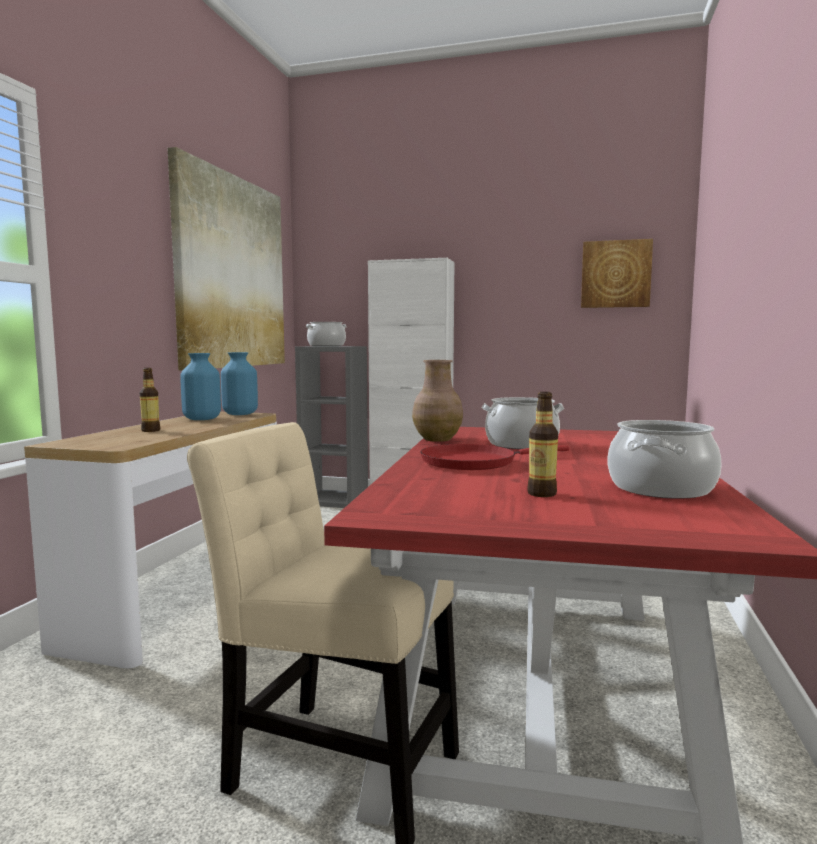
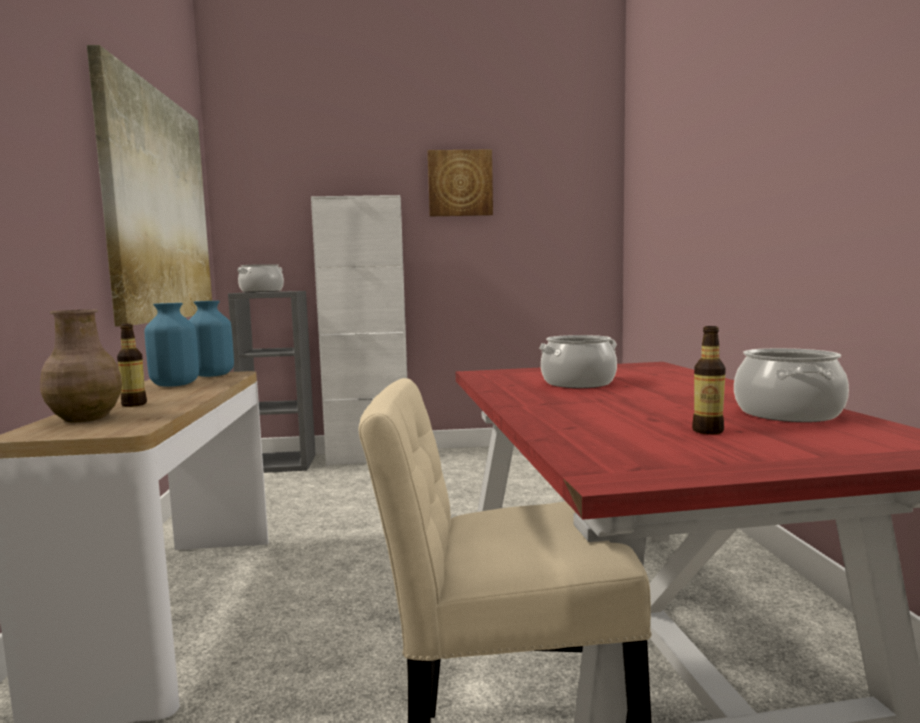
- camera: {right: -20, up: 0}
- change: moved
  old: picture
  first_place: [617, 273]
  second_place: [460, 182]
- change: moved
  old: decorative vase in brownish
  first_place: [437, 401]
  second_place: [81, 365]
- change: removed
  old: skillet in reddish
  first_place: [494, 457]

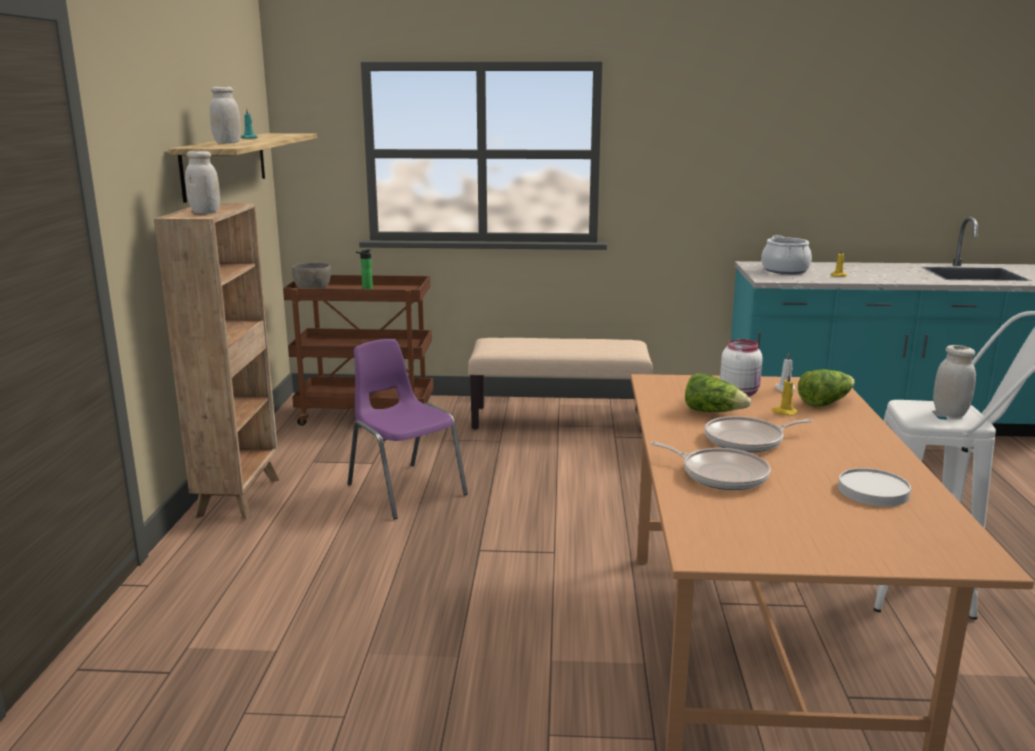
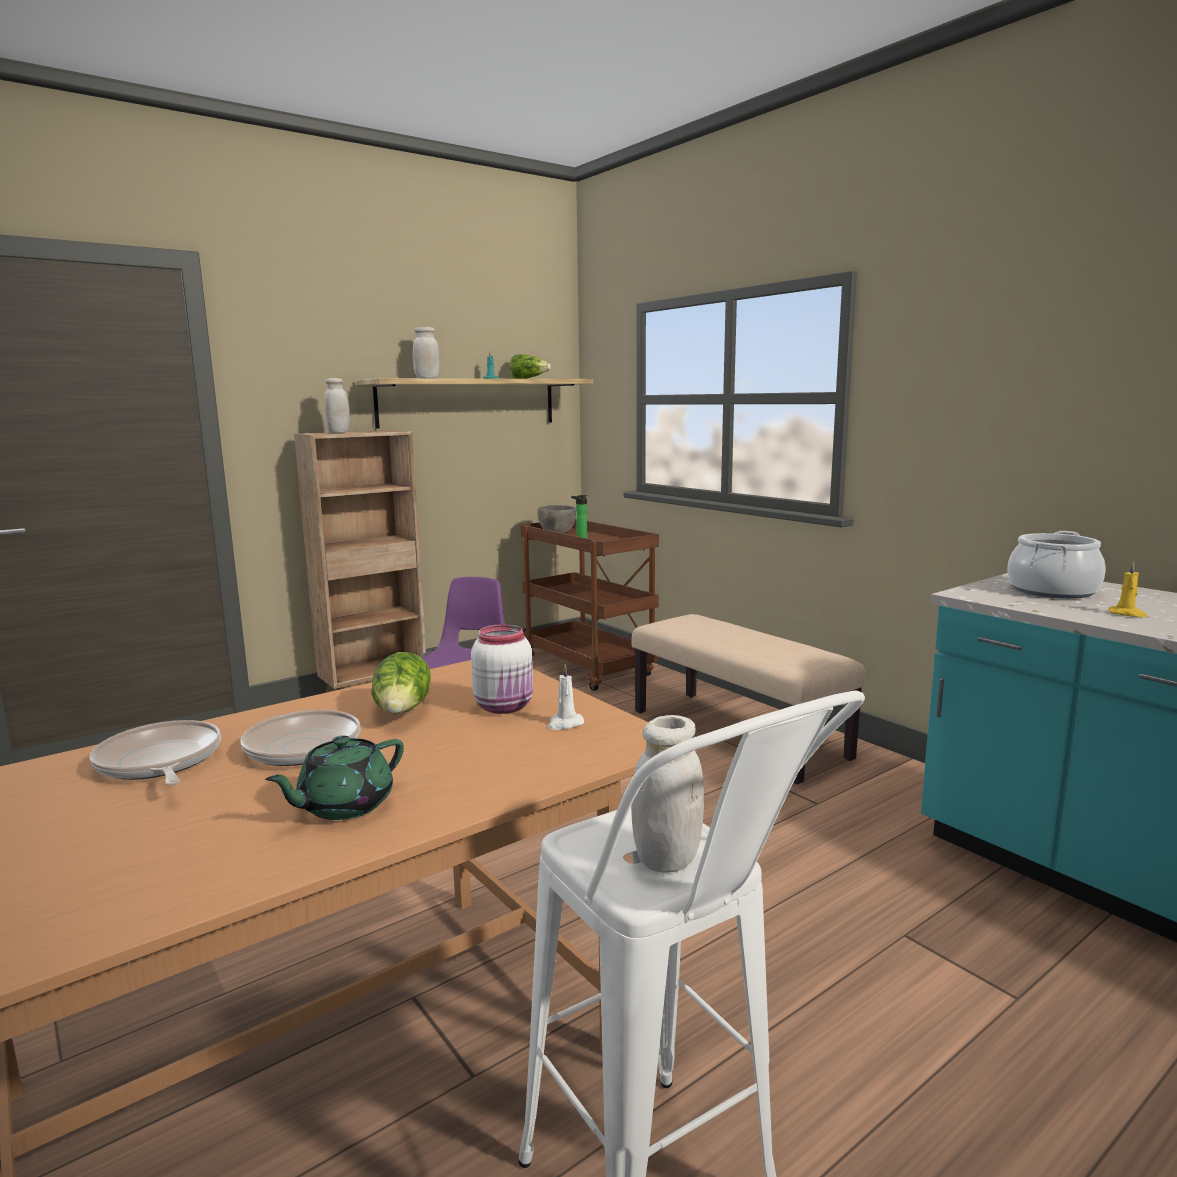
- camera: {right: 50, up: -5}
- change: moved
  old: lettuce
  first_place: [826, 388]
  second_place: [530, 366]
- change: removed
  old: candle in yellow-coloured
  first_place: [785, 394]
- change: turned
  old: skillet
  first_place: [710, 465]
  second_place: [155, 753]
  degrees: 150
- change: removed
  old: dinner plate in white
  first_place: [874, 487]
- change: added
  new: tea pot in greenish
  second_place: [334, 777]

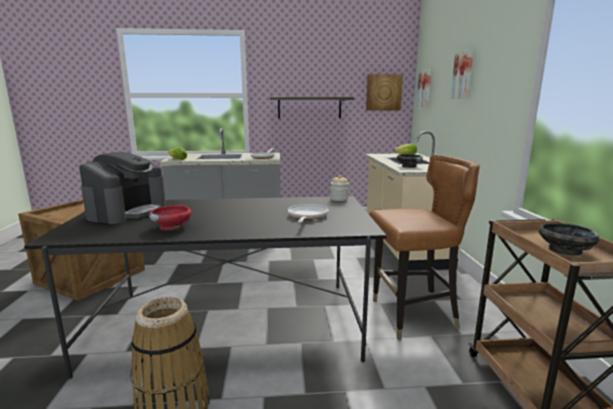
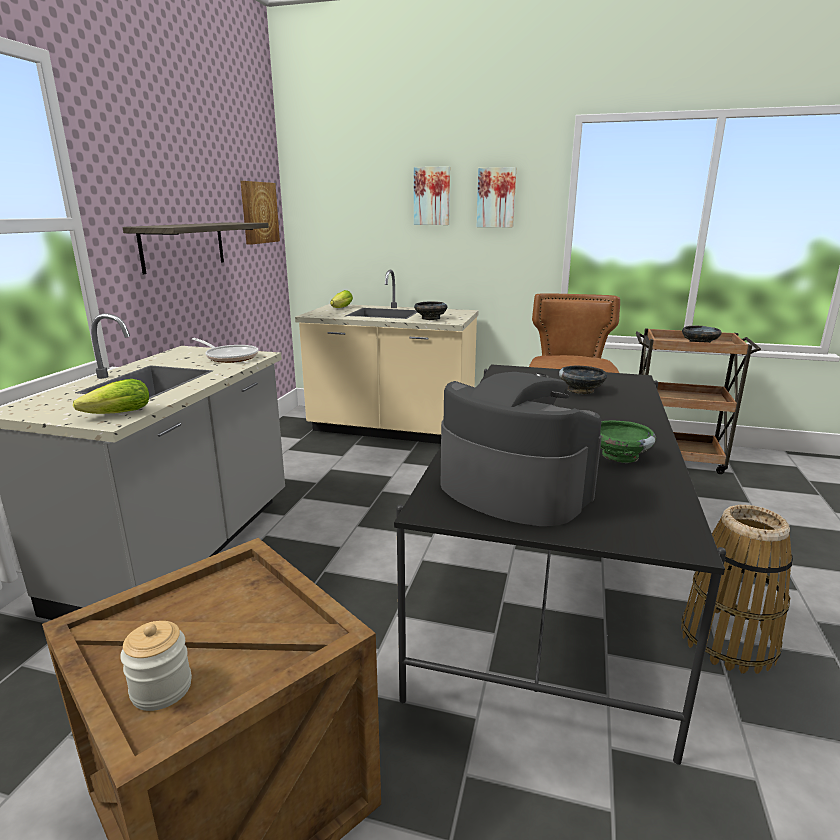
- camera: {right: -70, up: 5}
- change: moved
  old: picture
  first_place: [423, 88]
  second_place: [496, 197]
- change: moved
  old: preserve jar
  first_place: [339, 188]
  second_place: [156, 666]
- change: replaced
  old: skillet
  new: serving bowl in black
  first_place: [308, 213]
  second_place: [583, 379]
- change: recoloured
  old: serving bowl in reddish
  new: serving bowl in greenish
  first_place: [169, 218]
  second_place: [628, 442]

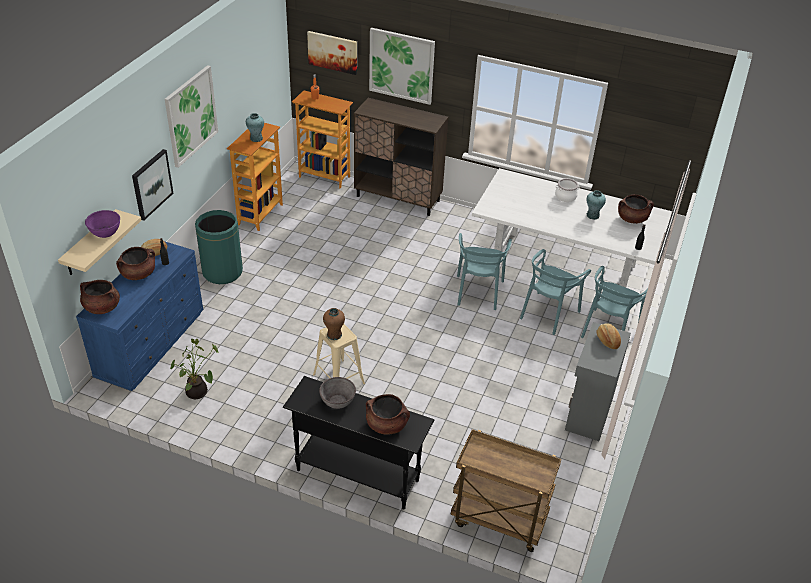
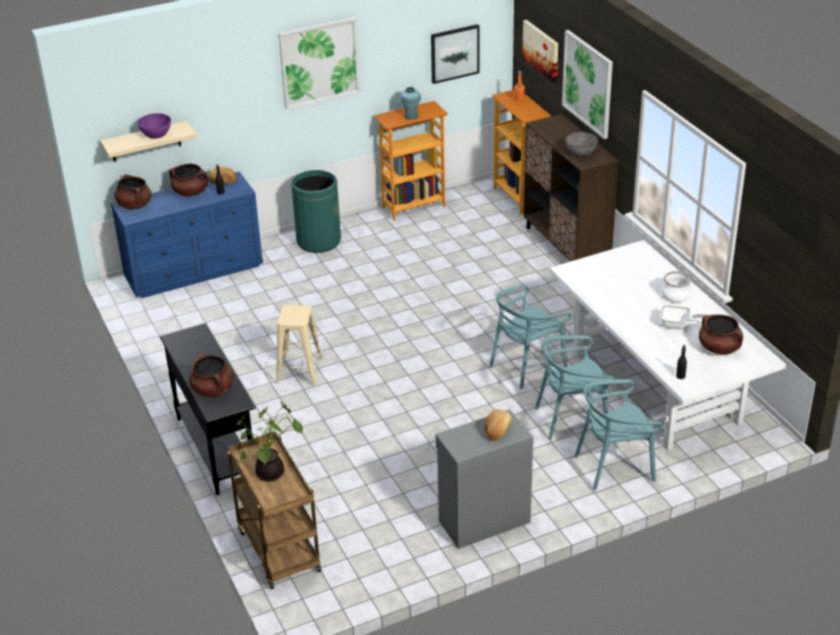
- camera: {right: 45, up: -5}
- change: moved
  old: picture
  first_place: [152, 185]
  second_place: [455, 54]
- change: replaced
  old: decorative vase in turquoise-coloured
  new: skillet
  first_place: [596, 205]
  second_place: [683, 316]
- change: removed
  old: decorative vase in brownish
  first_place: [334, 324]
- change: moved
  old: potted plant
  first_place: [194, 369]
  second_place: [269, 442]
- change: moved
  old: serving bowl in greyish
  first_place: [337, 393]
  second_place: [581, 144]

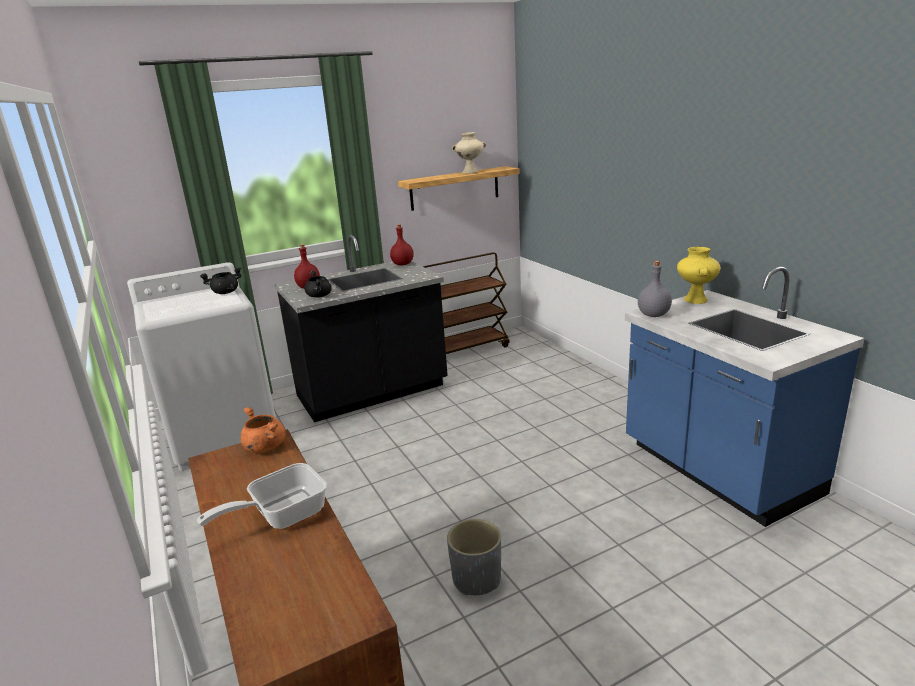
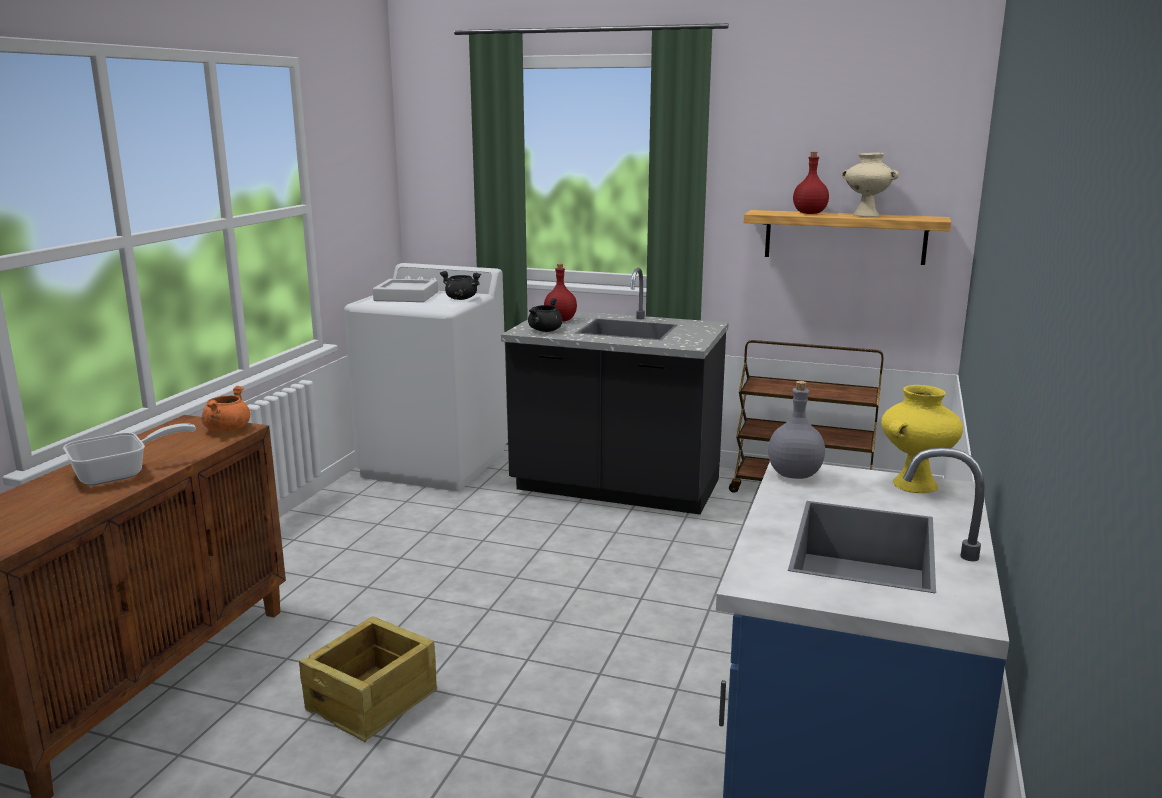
- camera: {right: 45, up: -5}
- change: moved
  old: beverage bottle in reddish
  first_place: [402, 244]
  second_place: [811, 183]
- change: turned
  old: skillet
  first_place: [262, 496]
  second_place: [129, 454]
  degrees: 135
- change: replaced
  old: planter in greyish
  new: packing crate
  first_place: [474, 557]
  second_place: [368, 679]
- change: added
  new: tray in greyish
  second_place: [405, 290]

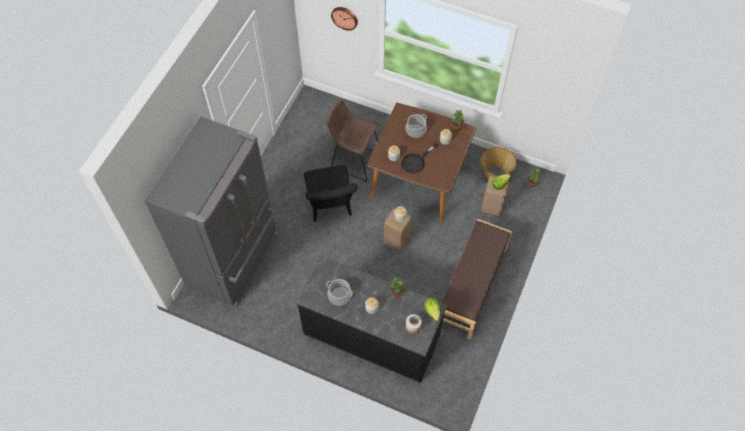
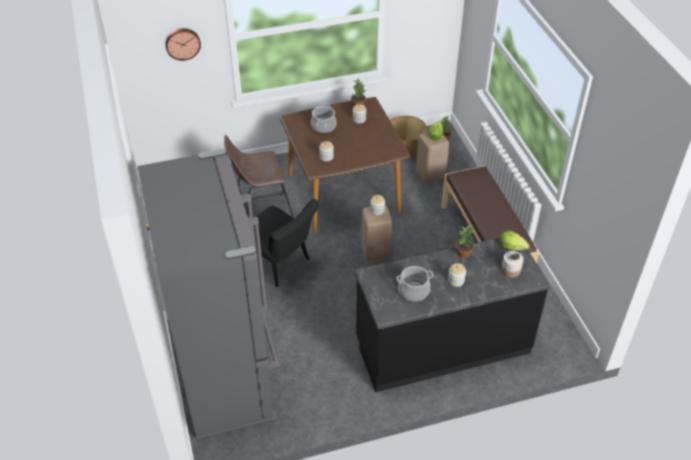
- camera: {right: -40, up: -15}
- change: removed
  old: skillet in black
  first_place: [420, 158]

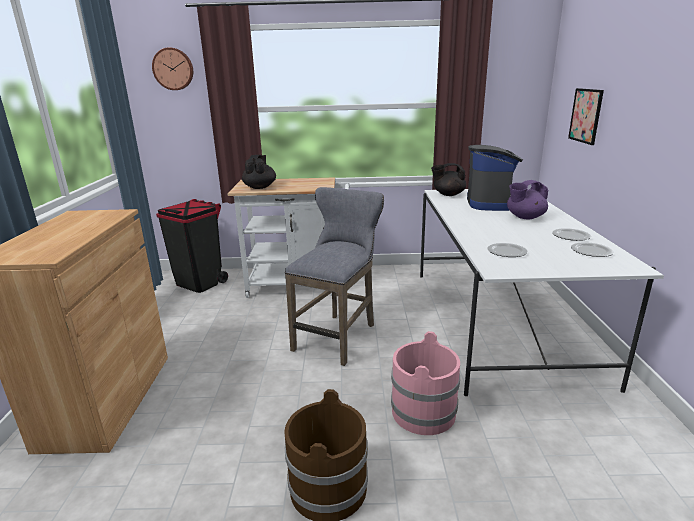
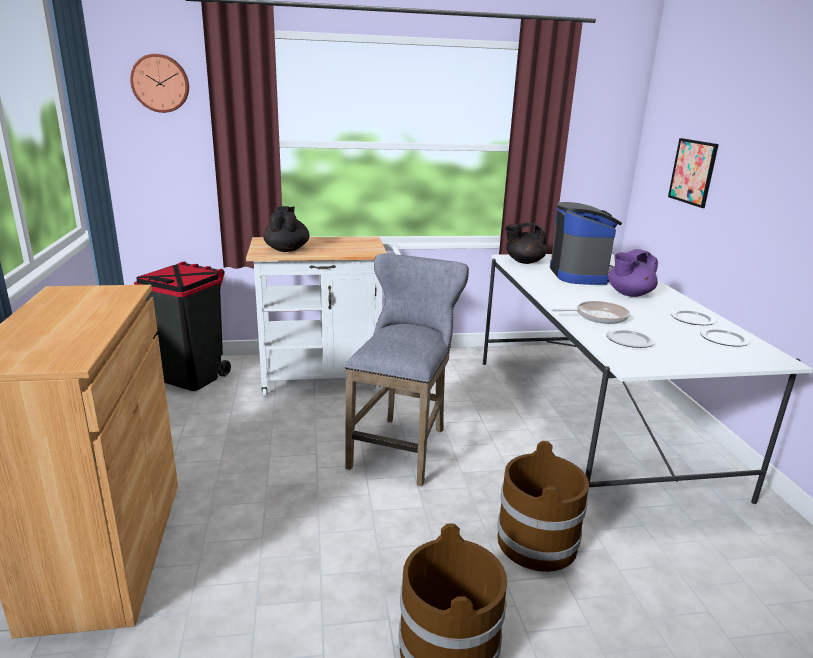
- camera: {right: -10, up: 0}
- change: recoloured
  old: bucket in pink
  new: bucket in brownish
  first_place: [425, 383]
  second_place: [543, 506]
- change: added
  new: skillet
  second_place: [591, 312]

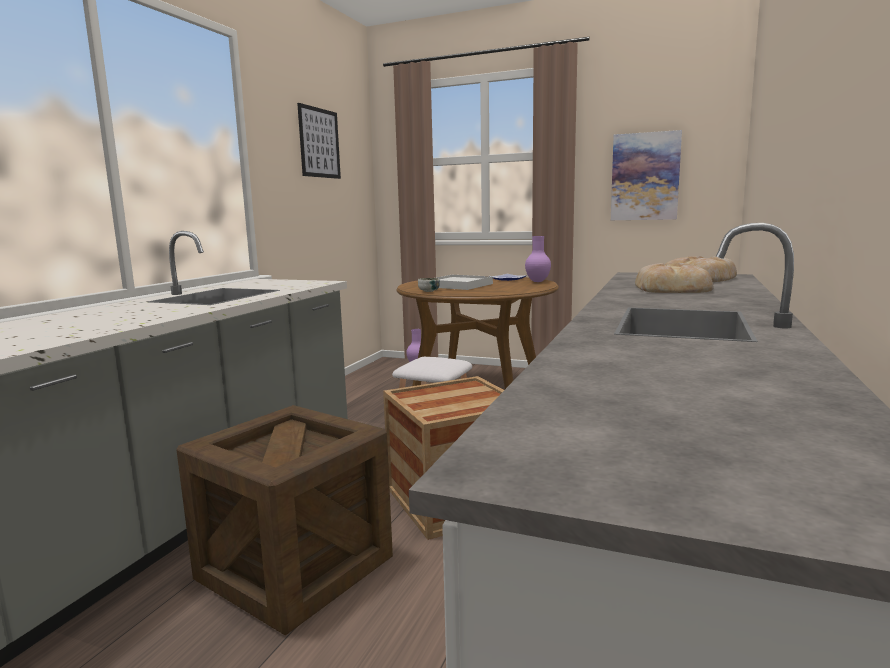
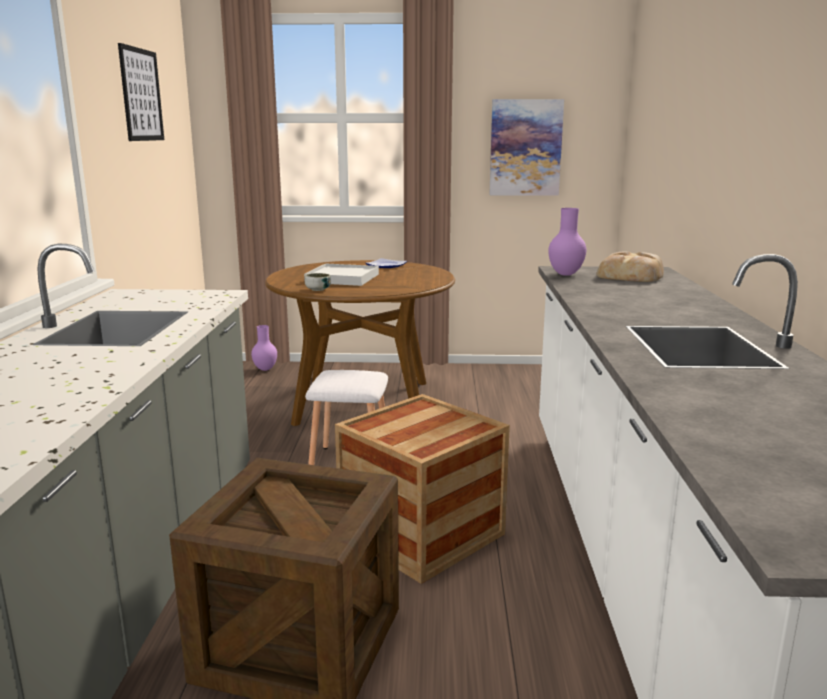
- camera: {right: -20, up: 5}
- change: moved
  old: decorative vase in purple-coloured
  first_place: [538, 259]
  second_place: [567, 242]
- change: removed
  old: baked bread
  first_place: [674, 278]

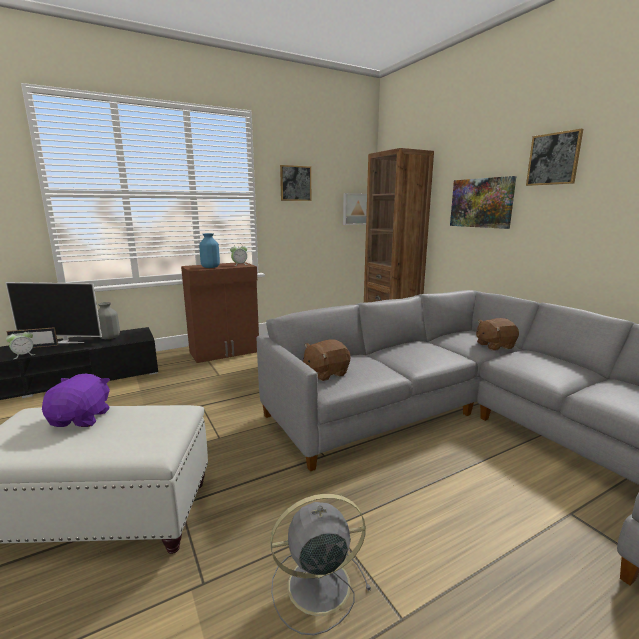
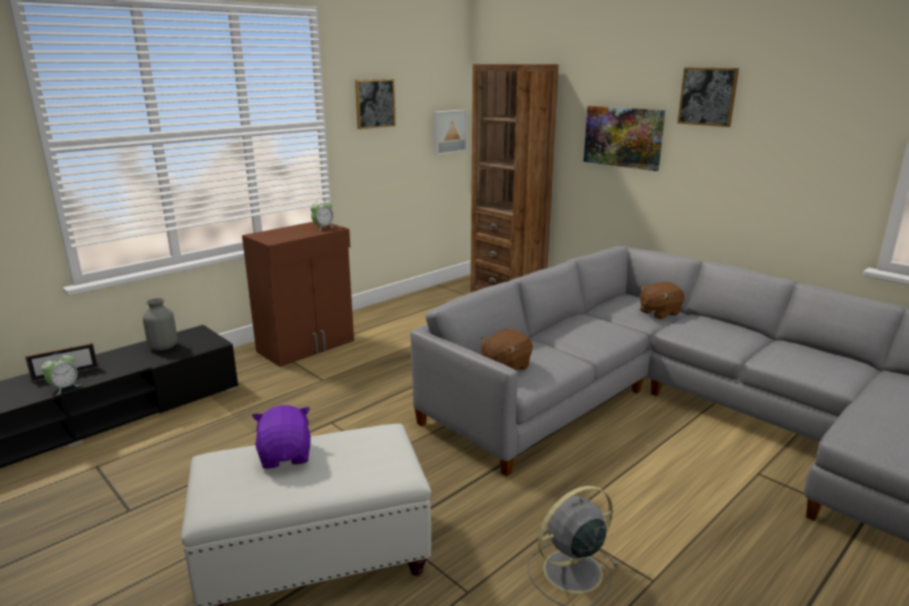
- camera: {right: -15, up: 5}
- change: removed
  old: decorative vase in blue
  first_place: [209, 250]
- change: removed
  old: TV
  first_place: [53, 313]

